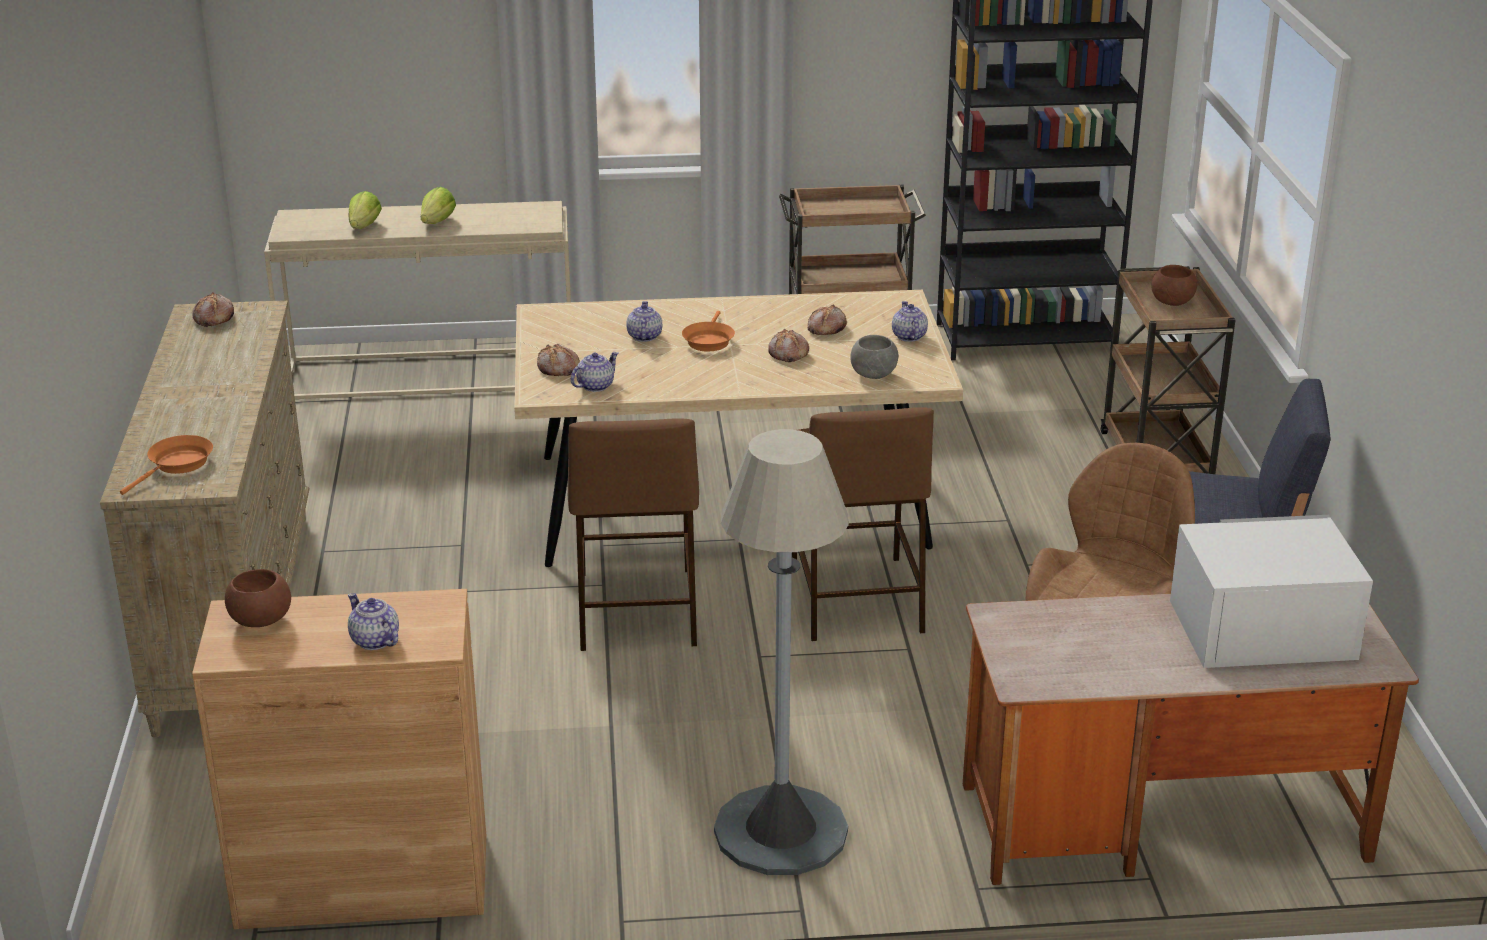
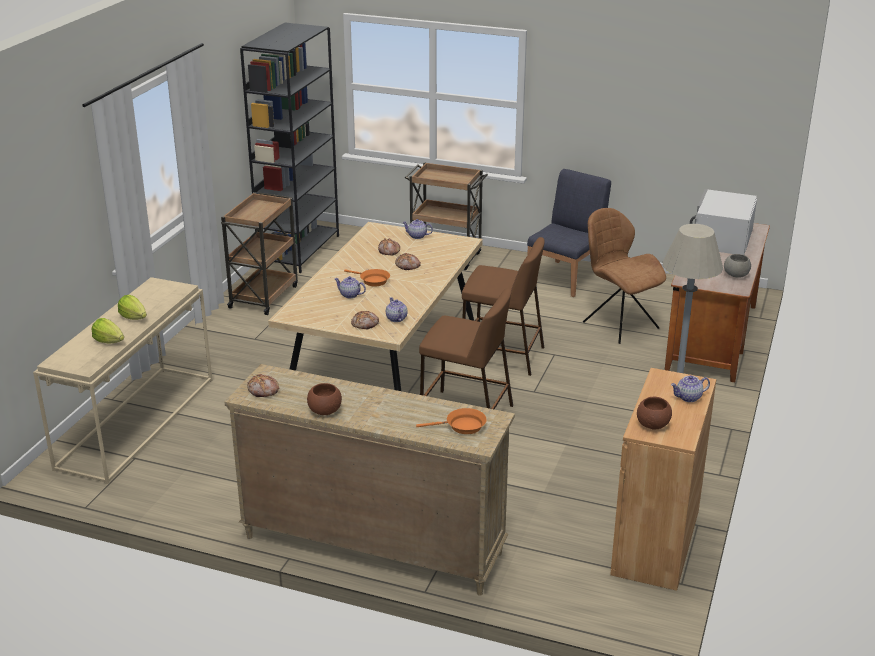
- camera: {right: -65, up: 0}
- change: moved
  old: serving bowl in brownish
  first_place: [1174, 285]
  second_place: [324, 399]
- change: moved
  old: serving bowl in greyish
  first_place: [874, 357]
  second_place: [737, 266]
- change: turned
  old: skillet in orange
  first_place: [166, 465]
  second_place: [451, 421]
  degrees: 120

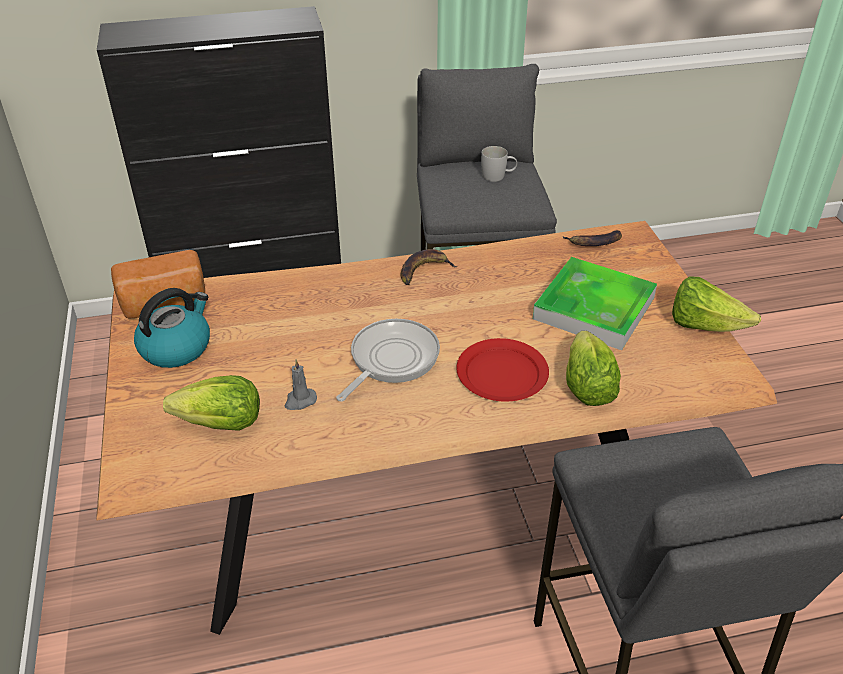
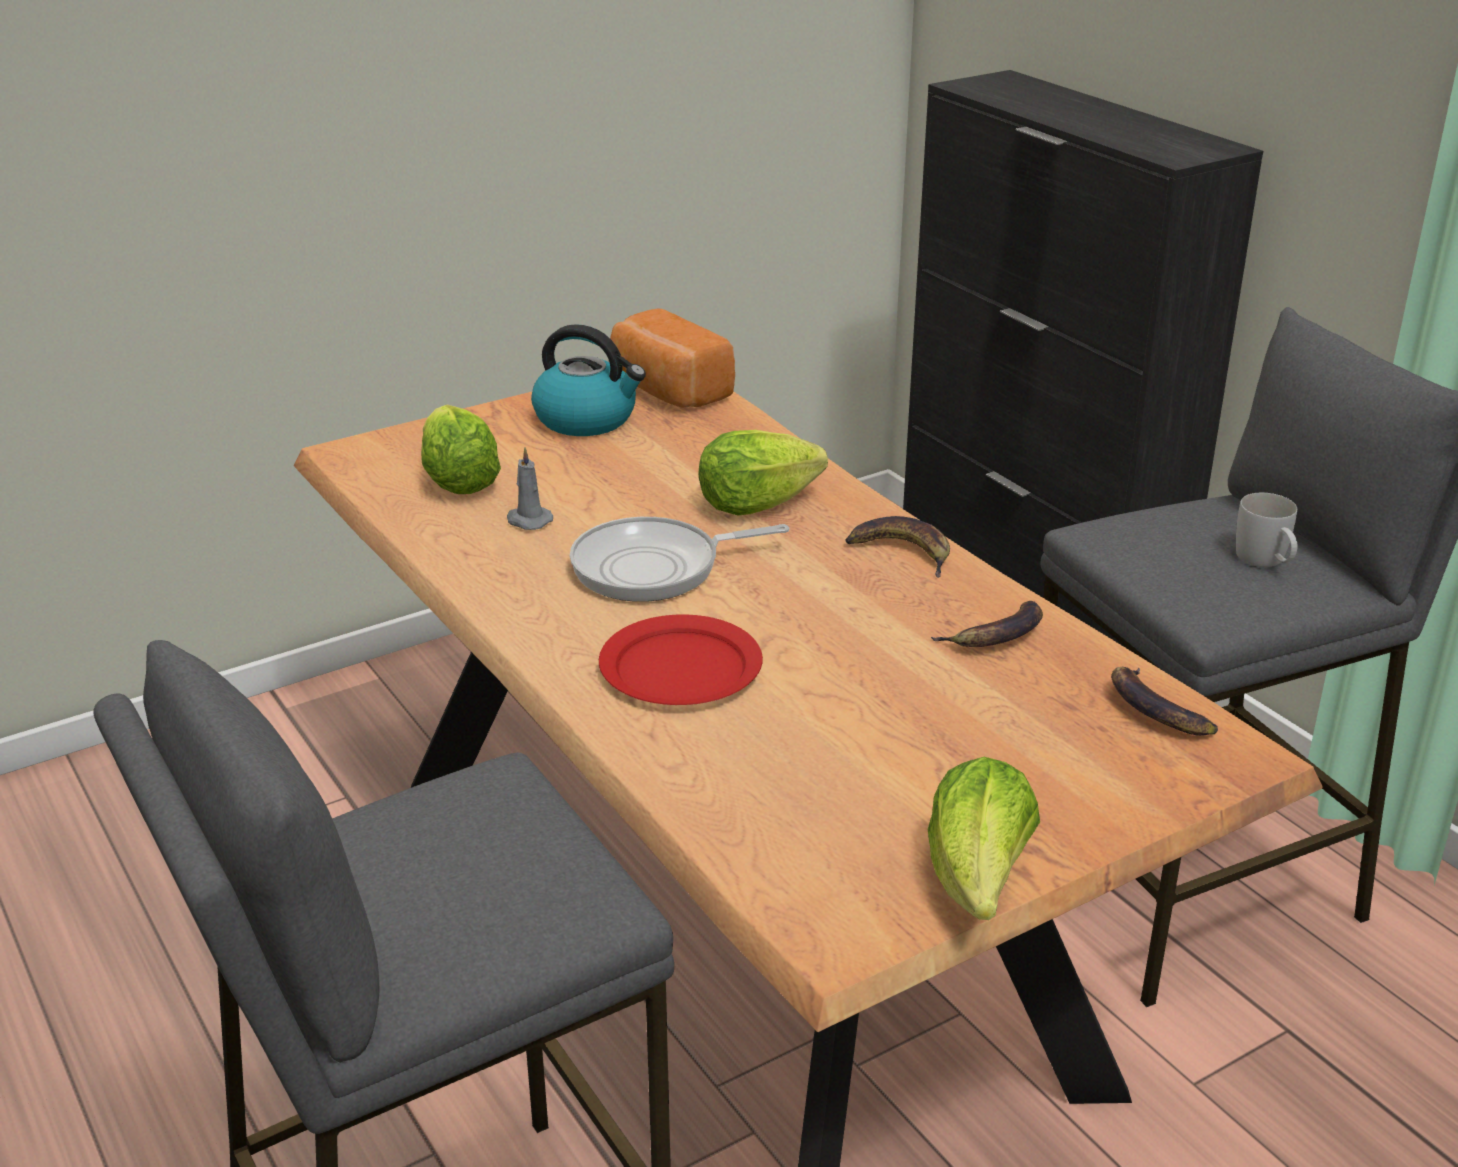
- camera: {right: 70, up: -10}
- change: removed
  old: tray
  first_place: [595, 303]
- change: turned
  old: skillet
  first_place: [388, 360]
  second_place: [679, 559]
  degrees: 150
- change: moved
  old: lettuce
  first_place: [593, 368]
  second_place: [763, 472]
- change: added
  new: banana
  second_place: [987, 624]

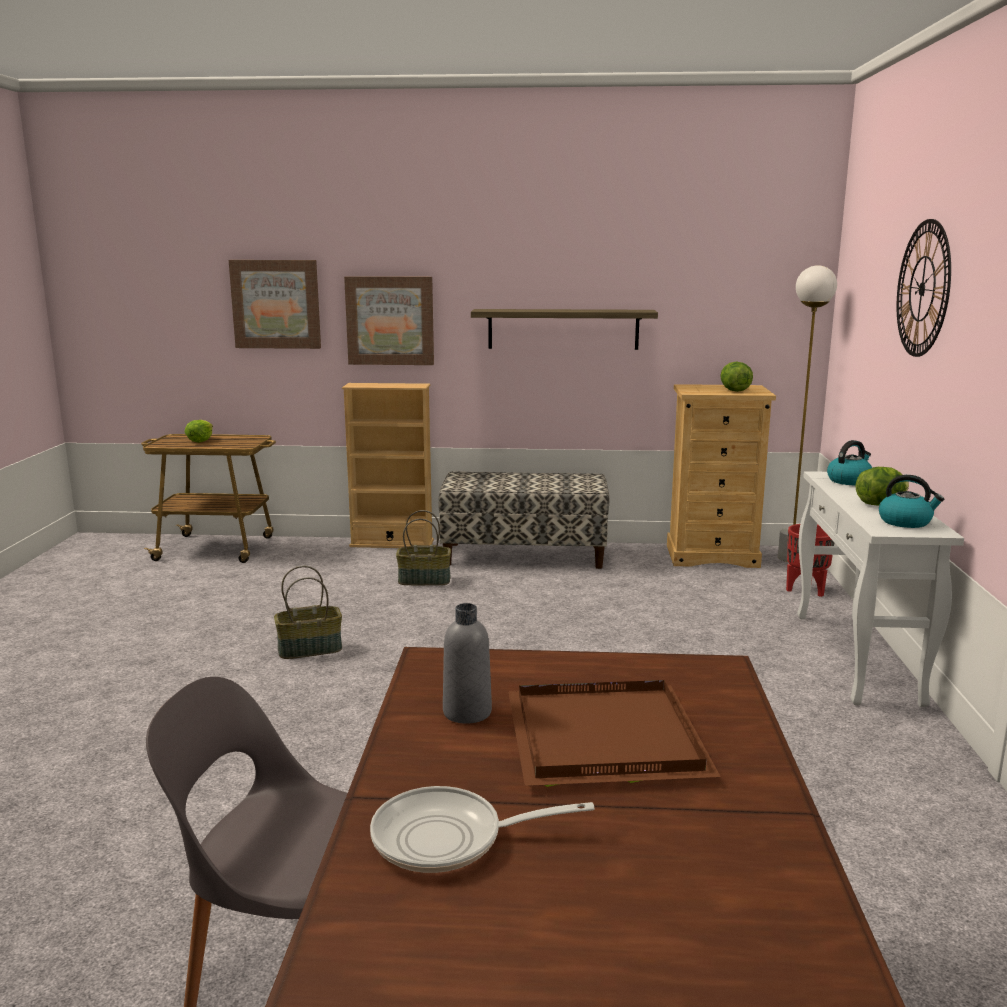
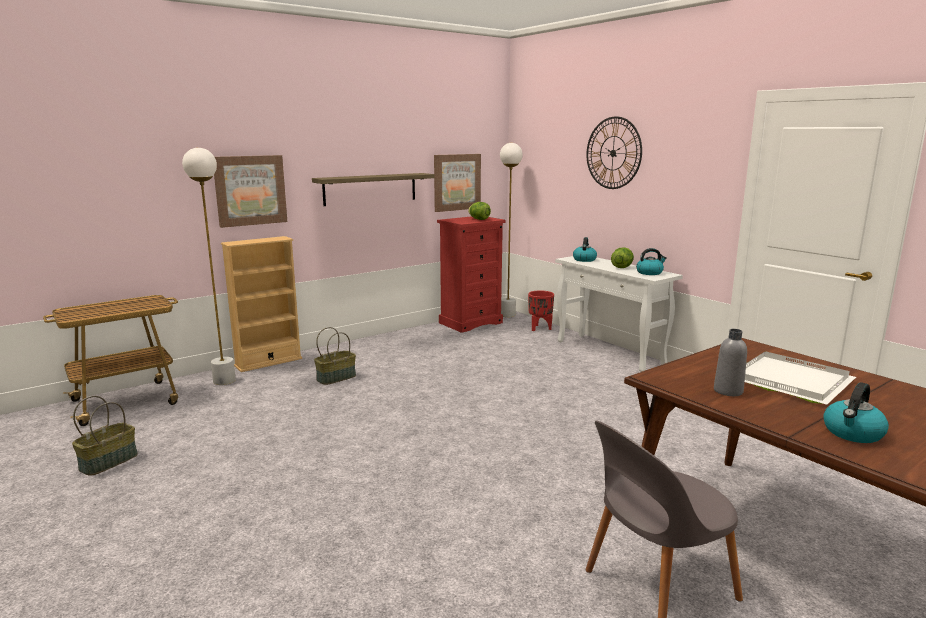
- camera: {right: -40, up: 0}
- change: moved
  old: picture
  first_place: [275, 304]
  second_place: [457, 183]
- change: recoloured
  old: dresser in beige
  new: dresser in reddish
  first_place: [721, 476]
  second_place: [471, 274]
- change: removed
  old: lettuce
  first_place: [199, 431]
- change: removed
  old: indoor bench
  first_place: [523, 520]
- change: moved
  old: basket
  first_place: [308, 612]
  second_place: [105, 436]
- change: recoloured
  old: tray in brownish
  new: tray in white
  first_place: [614, 733]
  second_place: [800, 378]
- change: replaced
  old: skillet
  new: water kettle
  first_place: [482, 829]
  second_place: [856, 412]
- change: added
  new: floor lamp in white
  second_place: [209, 266]

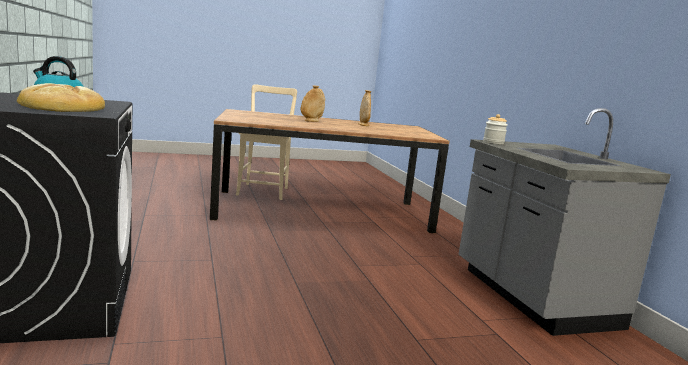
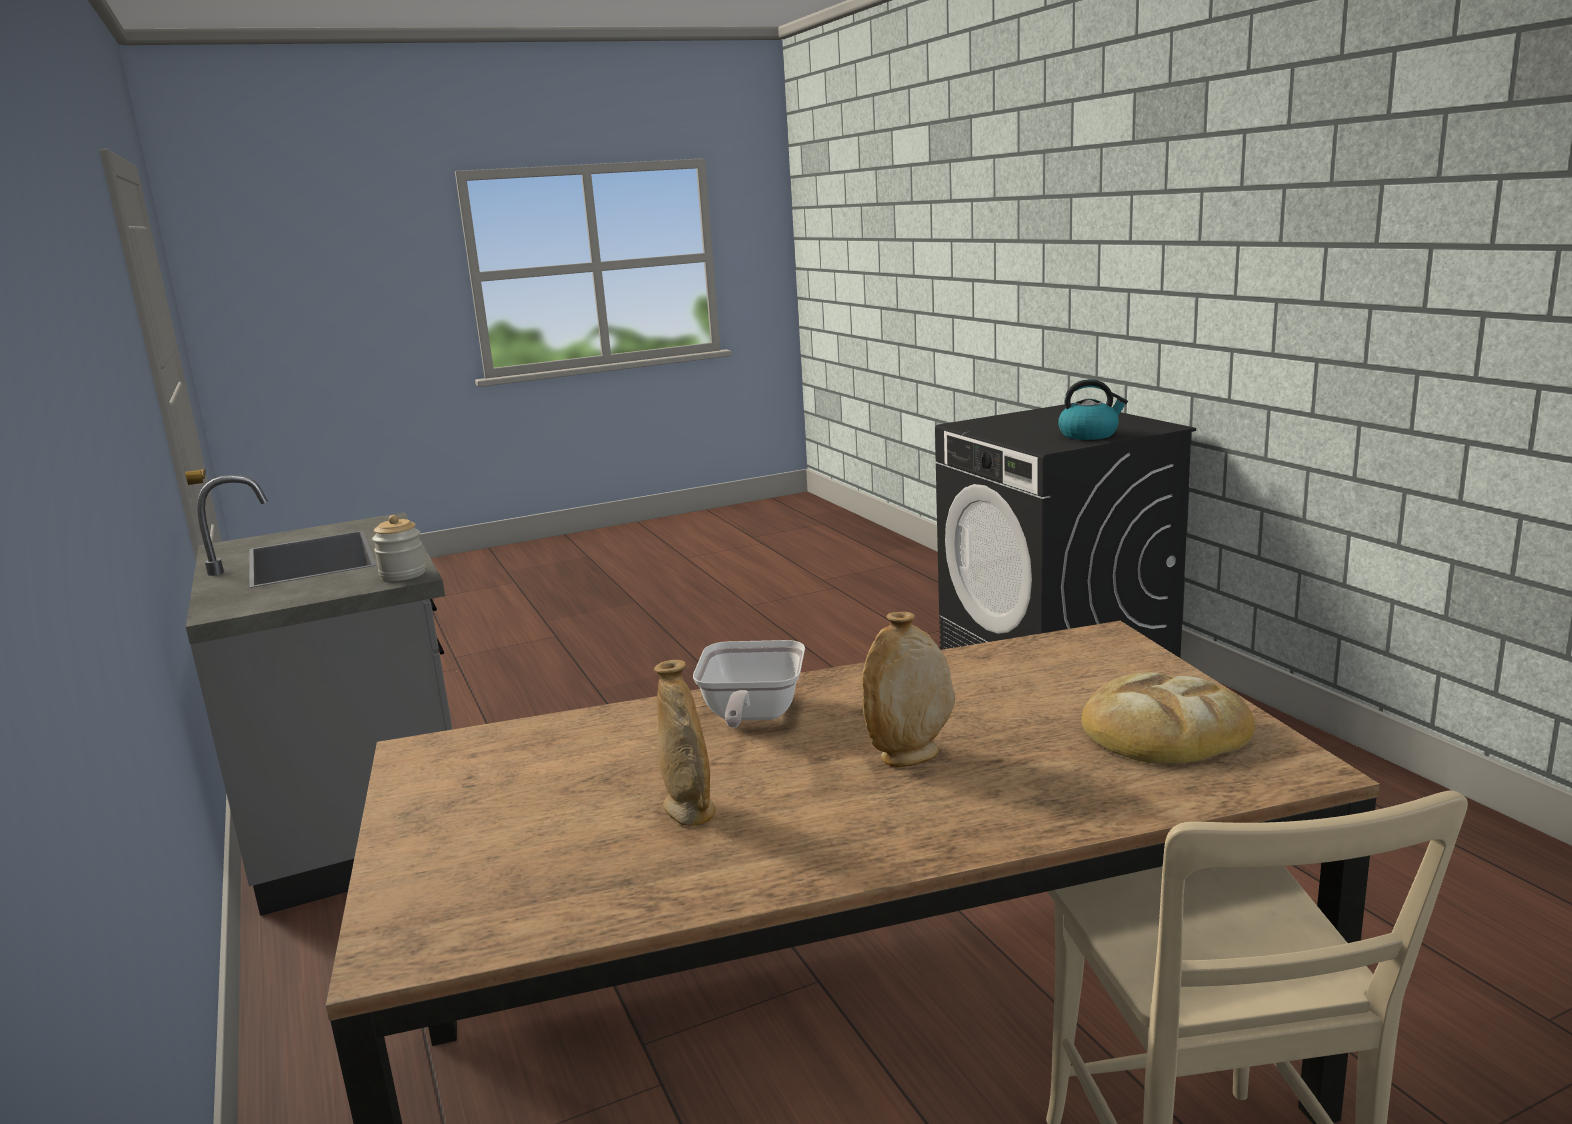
- camera: {right: 175, up: 5}
- change: moved
  old: baked bread
  first_place: [61, 97]
  second_place: [1168, 718]
- change: added
  new: skillet
  second_place: [749, 684]

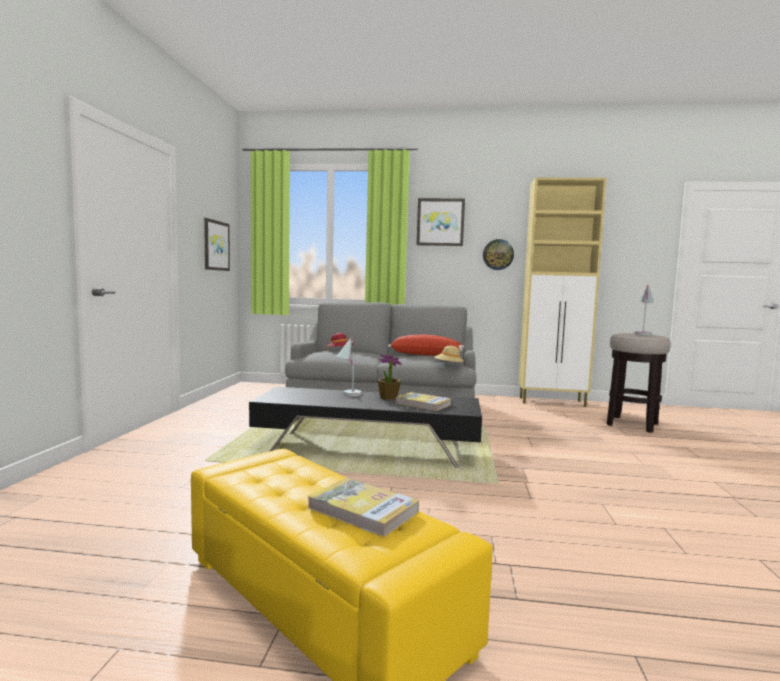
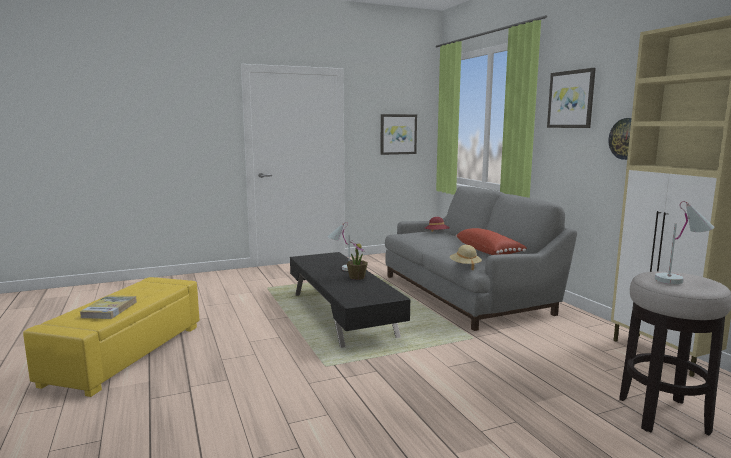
- camera: {right: 60, up: 5}
- change: removed
  old: volume
  first_place: [423, 401]

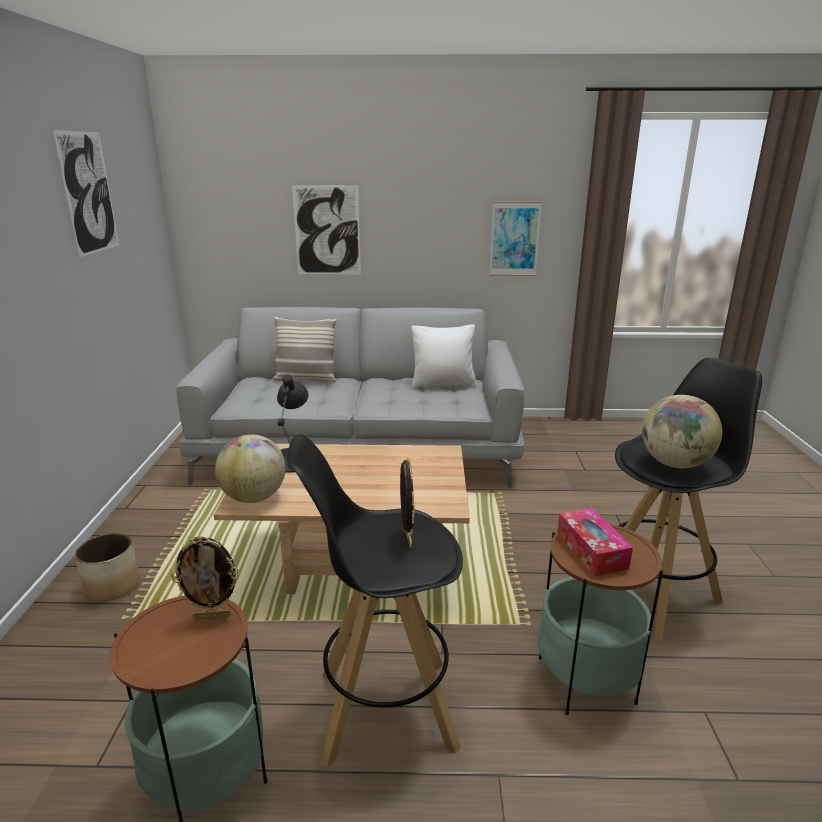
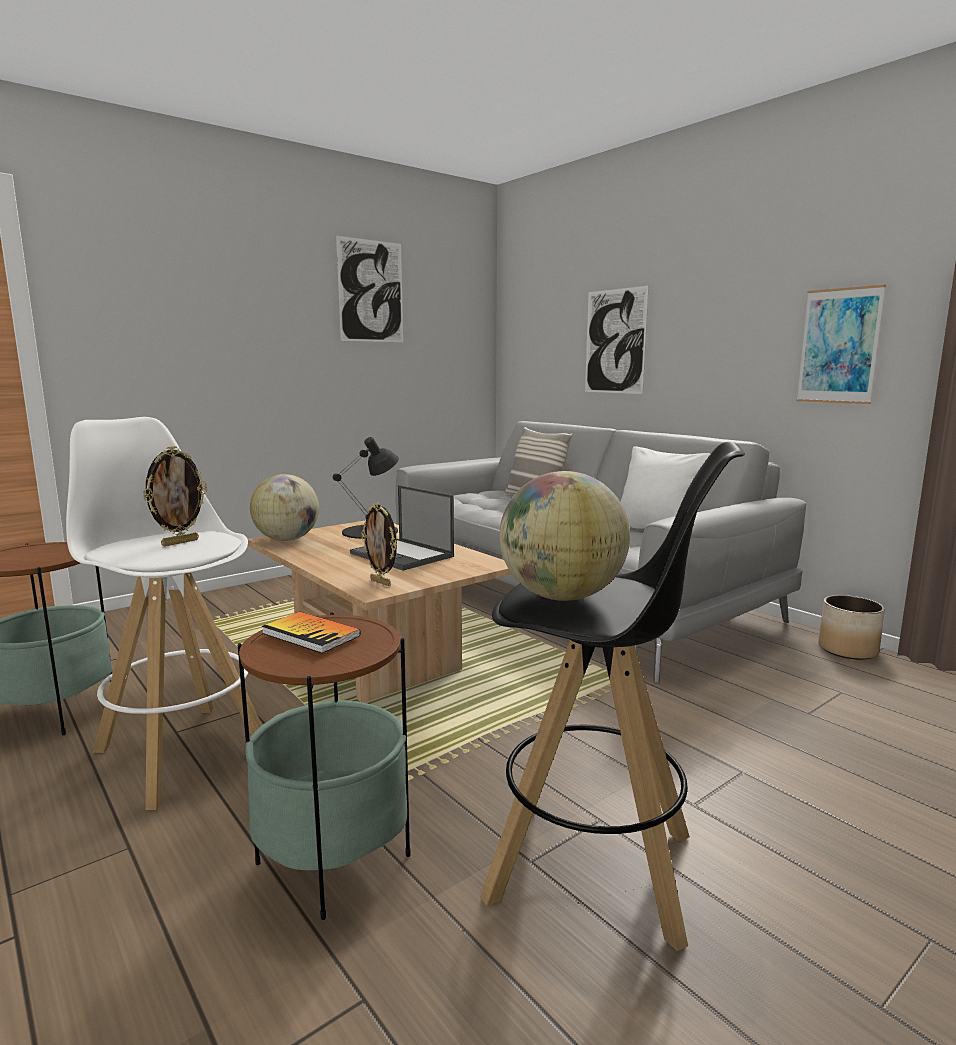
- camera: {right: 50, up: -10}
- change: recoloured
  old: stool in black
  new: stool in white
  first_place: [375, 601]
  second_place: [164, 613]
- change: replaced
  old: tissue holder
  new: volume
  first_place: [595, 542]
  second_place: [311, 632]
- change: moved
  old: planter
  first_place: [107, 567]
  second_place: [851, 627]
- change: moved
  old: picture frame
  first_place: [205, 577]
  second_place: [379, 544]
- change: added
  new: portable computer
  second_place: [402, 528]

